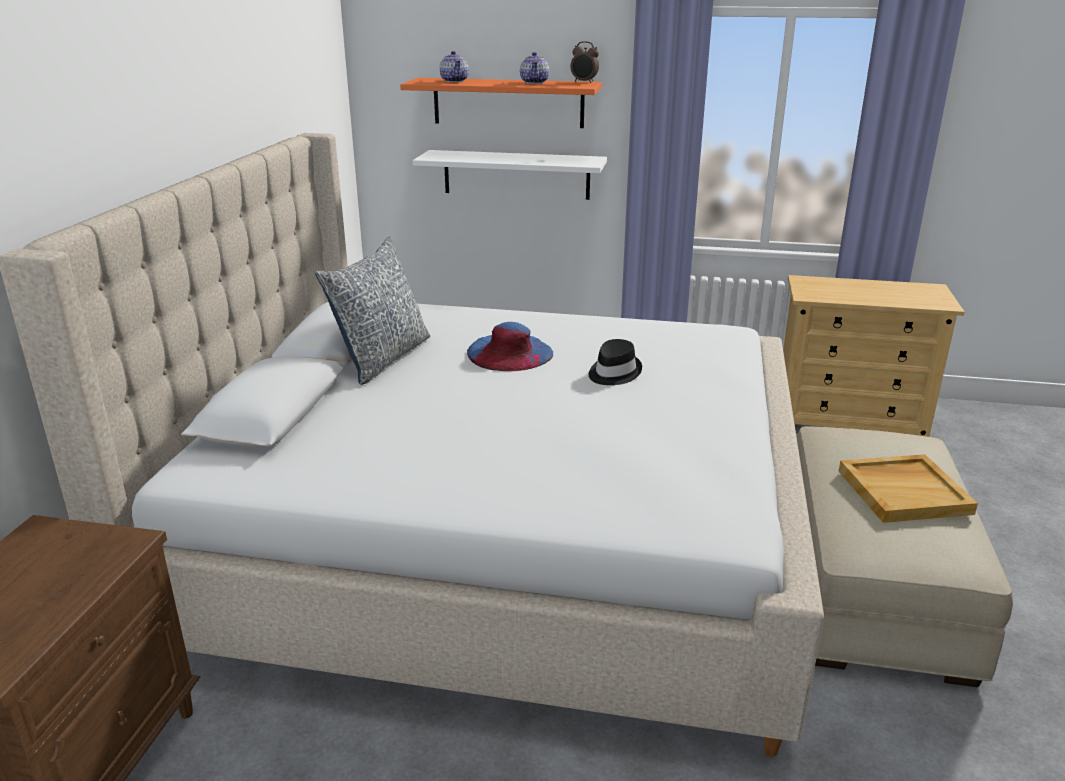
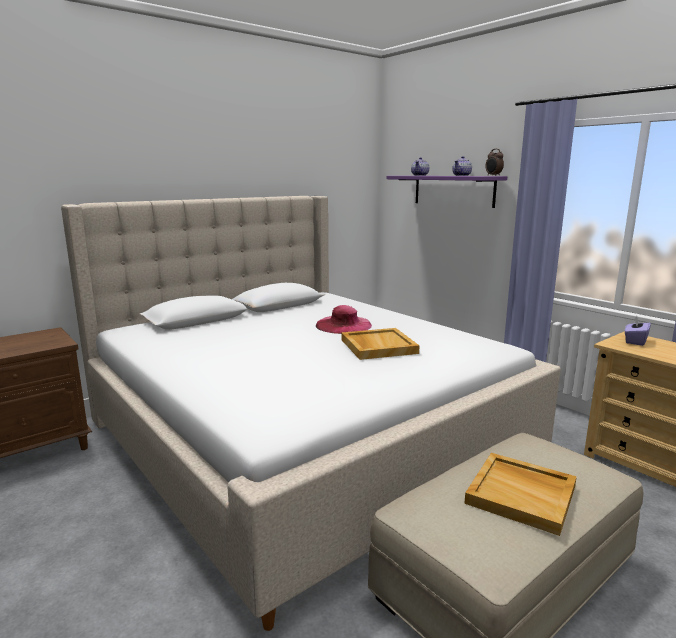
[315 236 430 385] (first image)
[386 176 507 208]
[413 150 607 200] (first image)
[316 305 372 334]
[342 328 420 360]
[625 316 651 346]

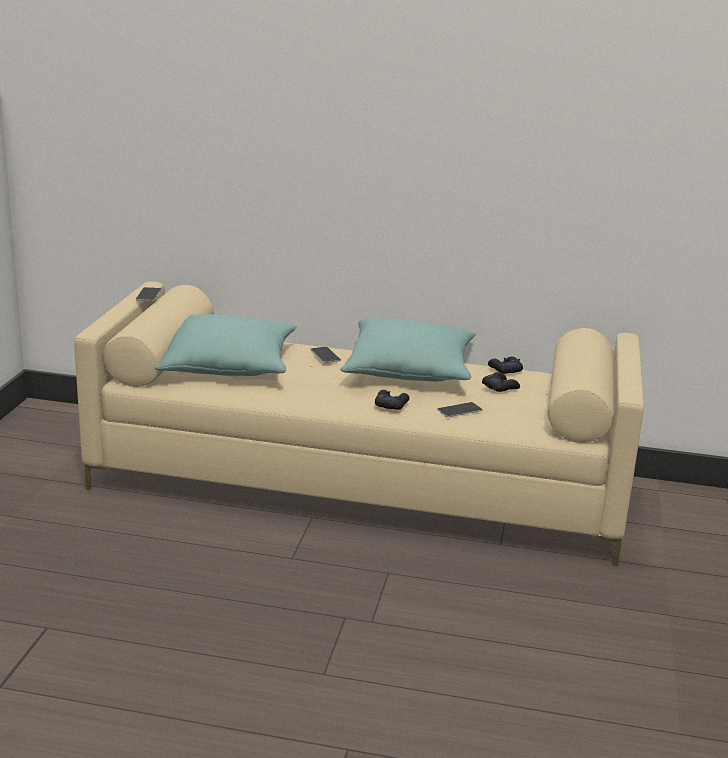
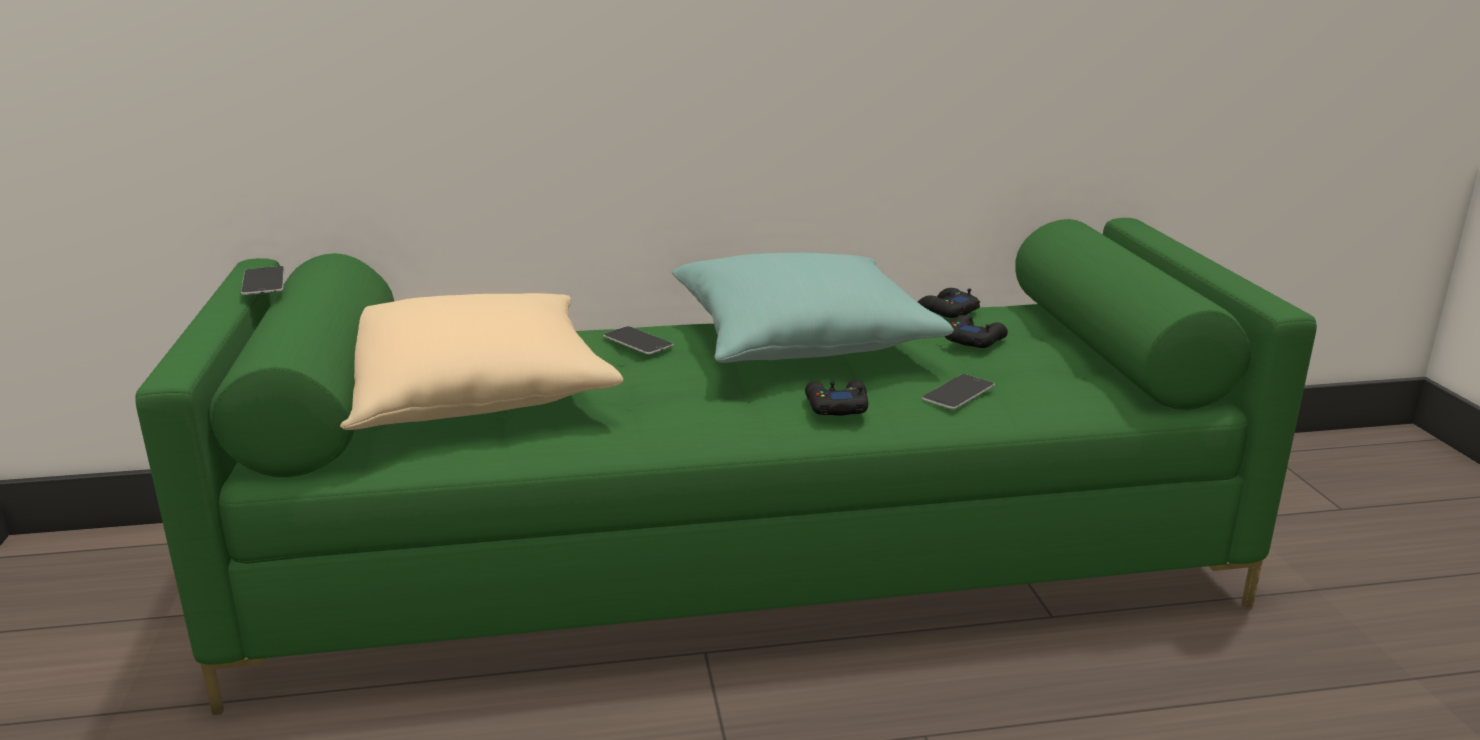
[135 218 1317 715]
[340 293 624 430]

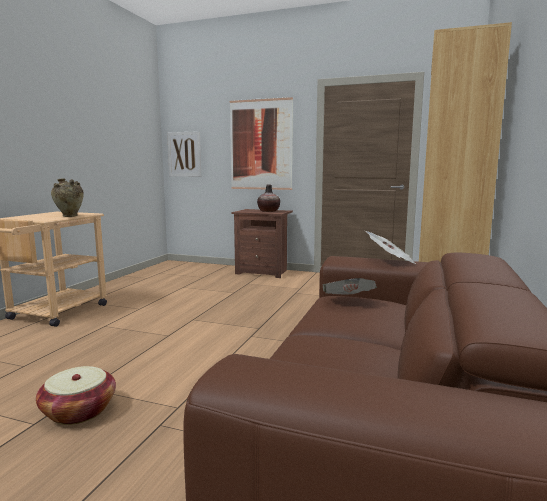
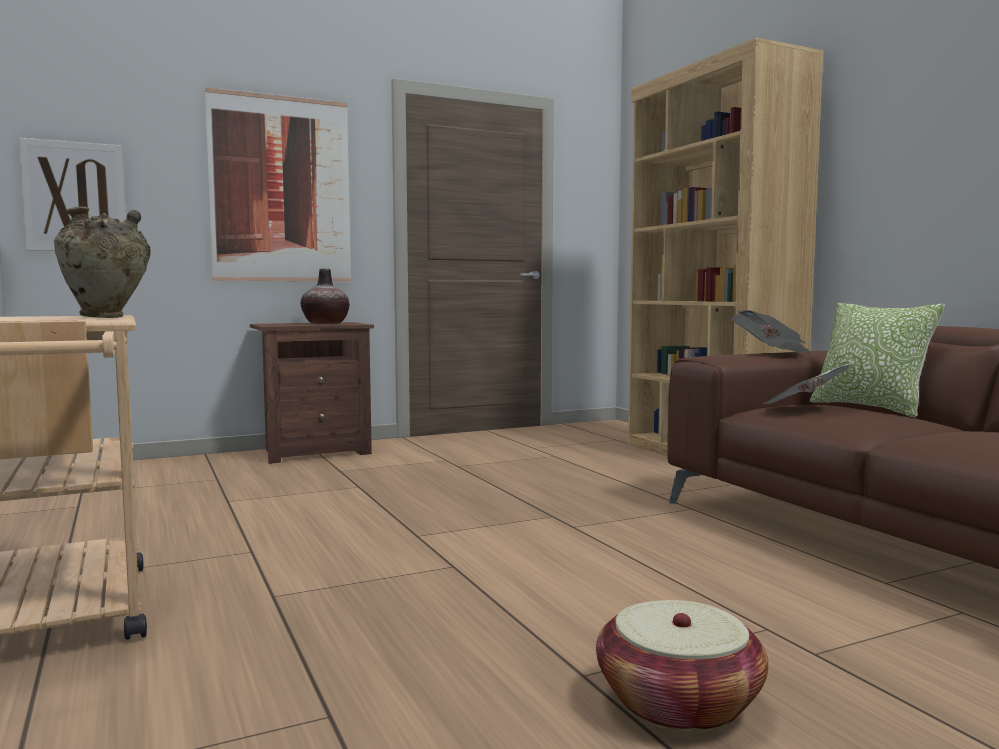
[810 303 945 418]

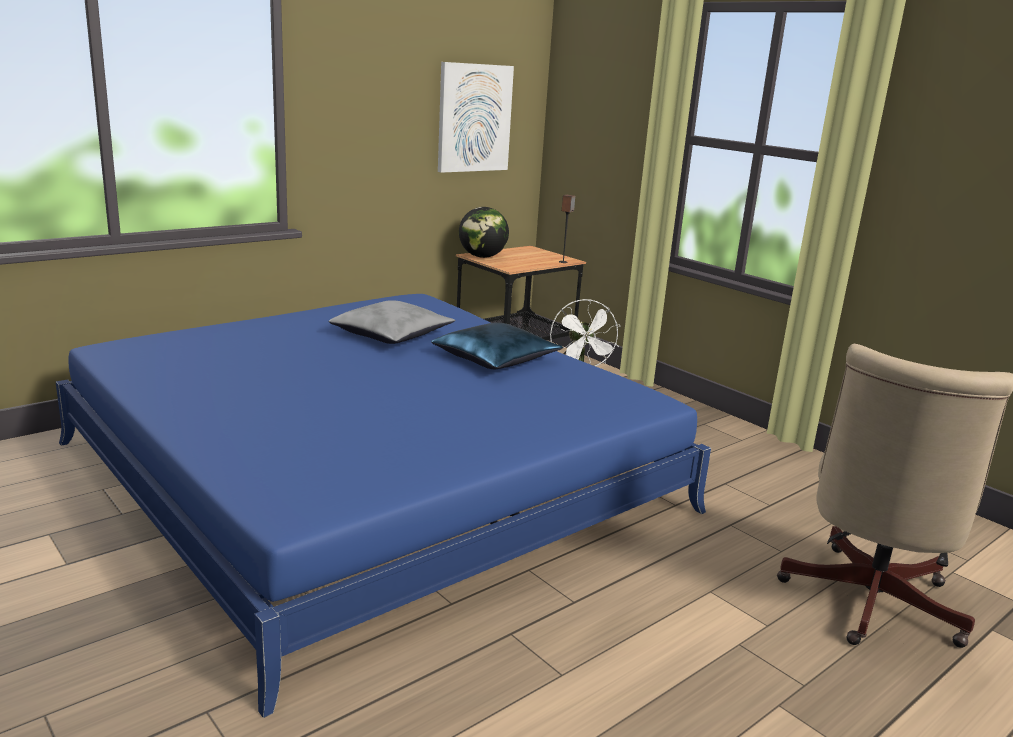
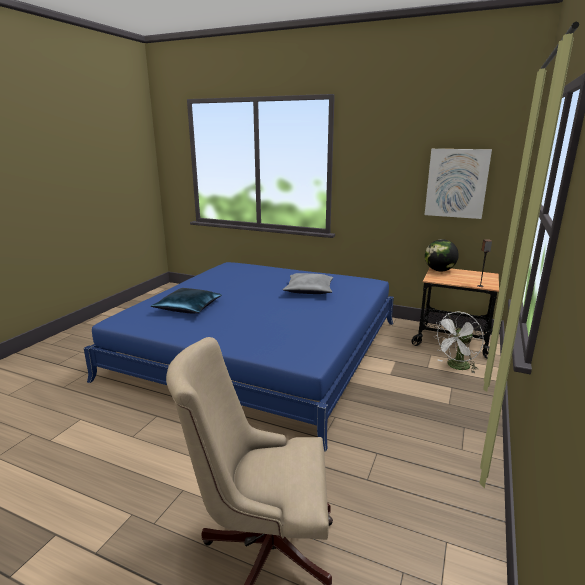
[151 288 222 314]

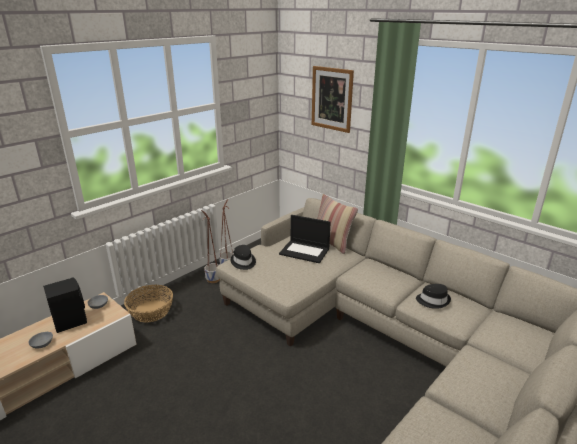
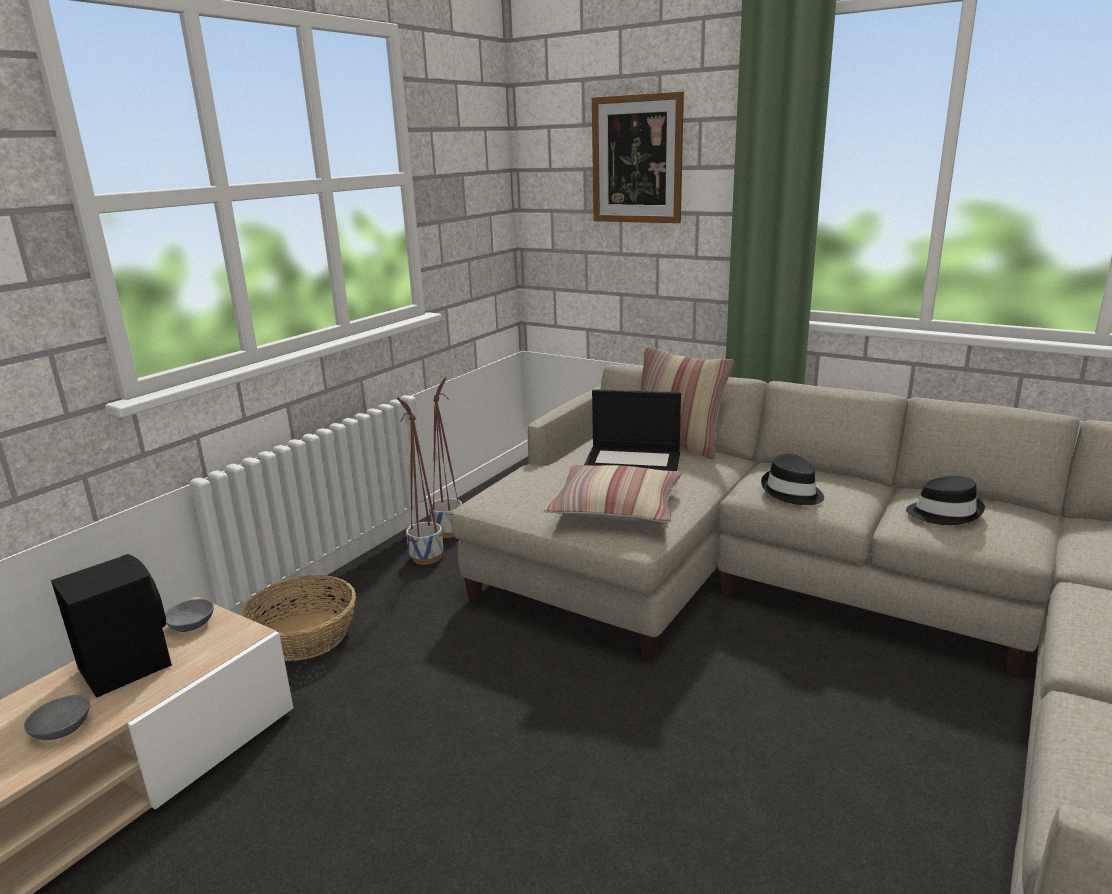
[761 453 824 505]
[544 464 682 523]

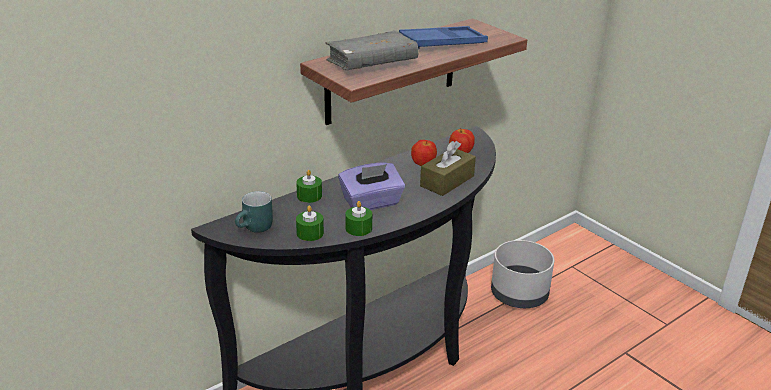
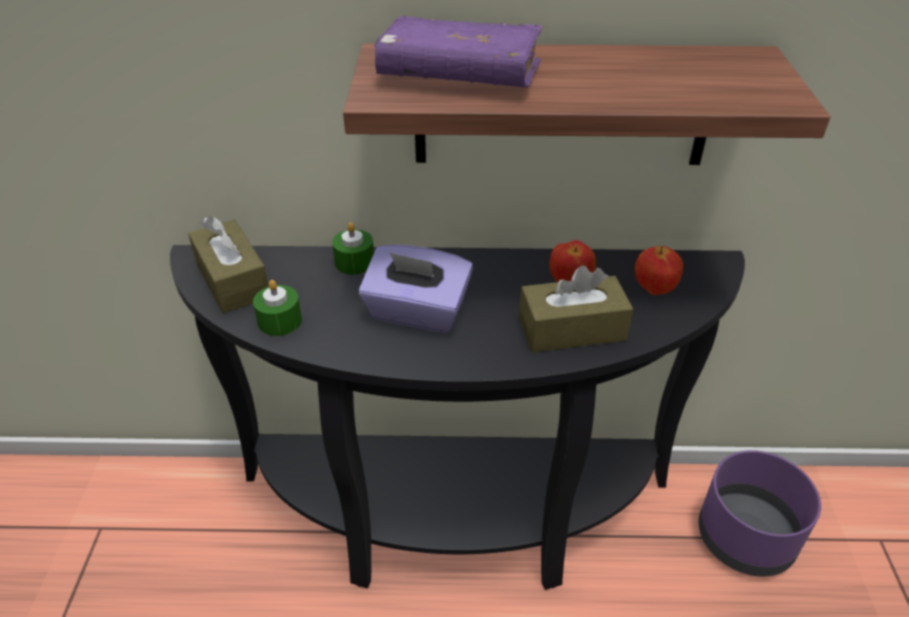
[188 216 269 313]
[374 16 542 87]
[345 201 372 236] (first image)
[399 26 488 49] (first image)
[699 450 821 577]

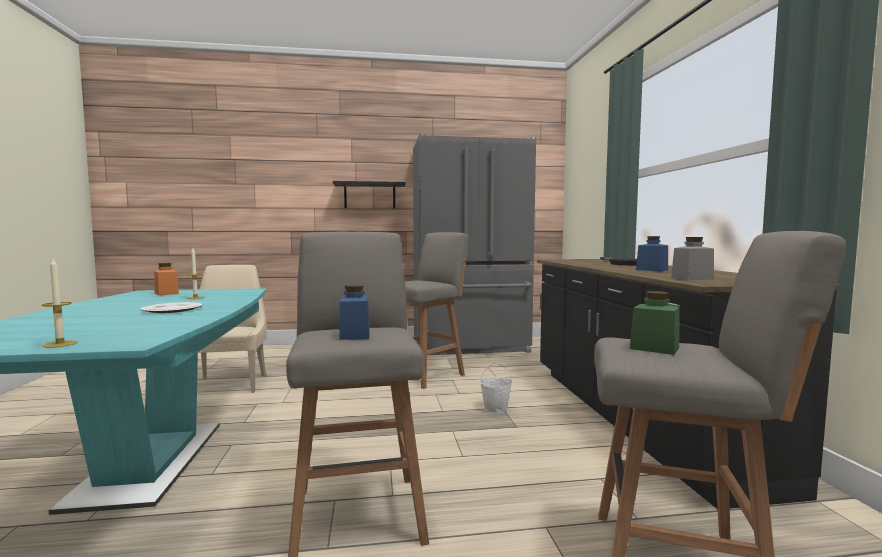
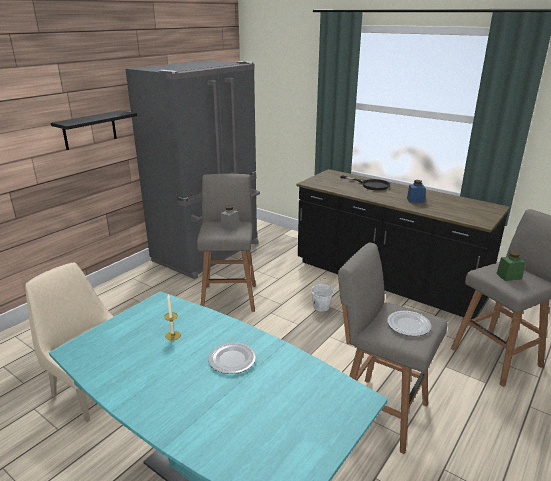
[42 259 77 348] (first image)
[154 263 179 296] (first image)
[387 311 431 336]
[221 206 239 230]

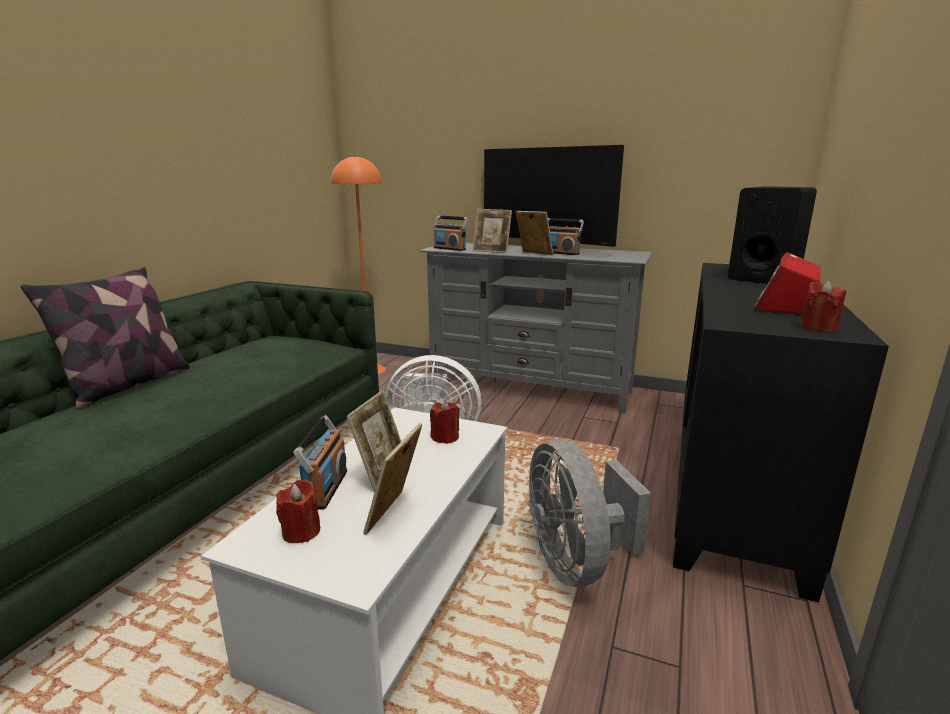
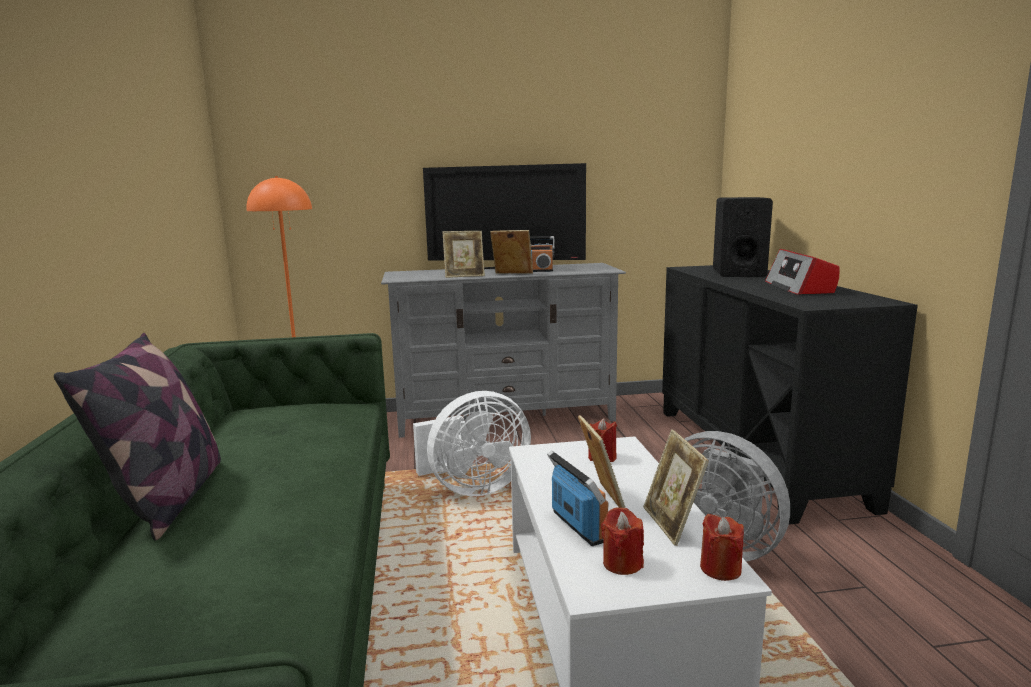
[434 216 468 251] (first image)
[700 514 744 581]

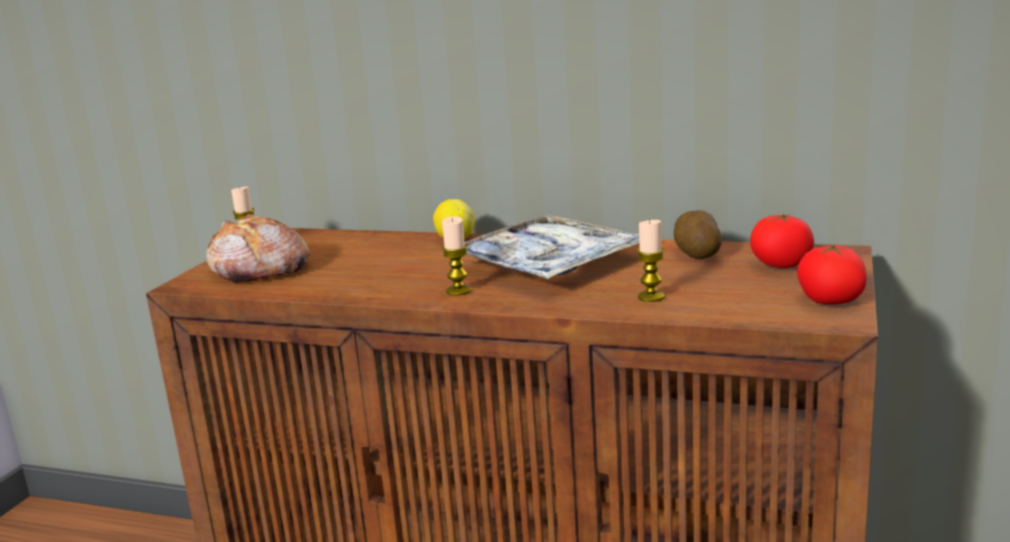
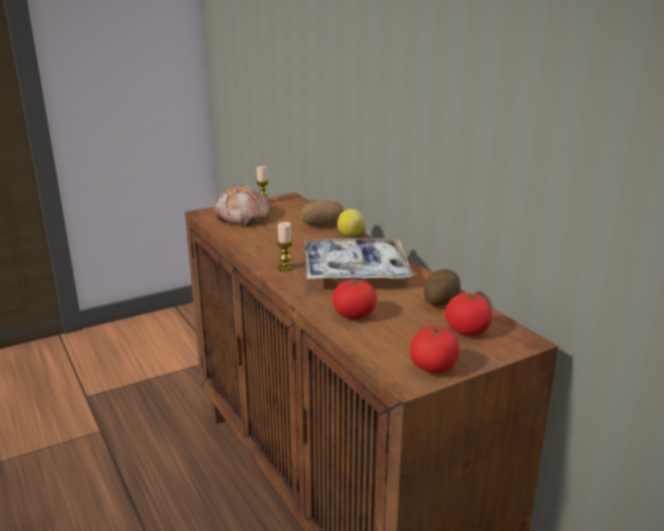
[333 279 377 320]
[301 200 344 226]

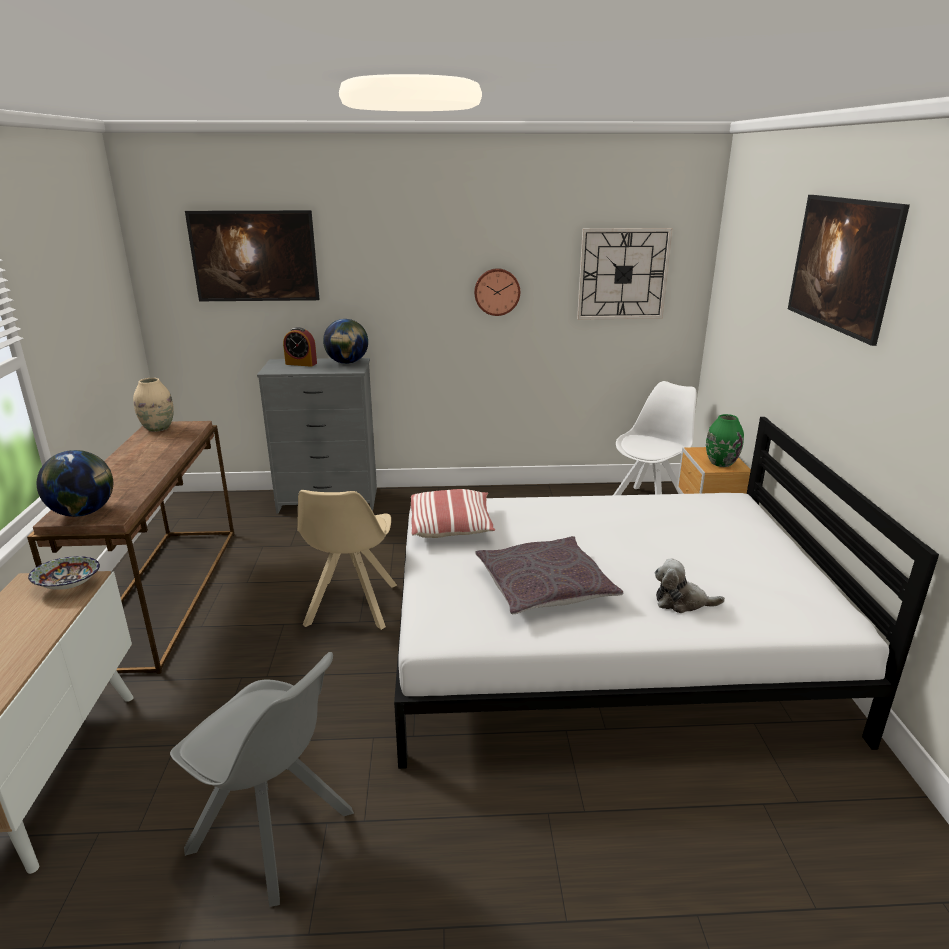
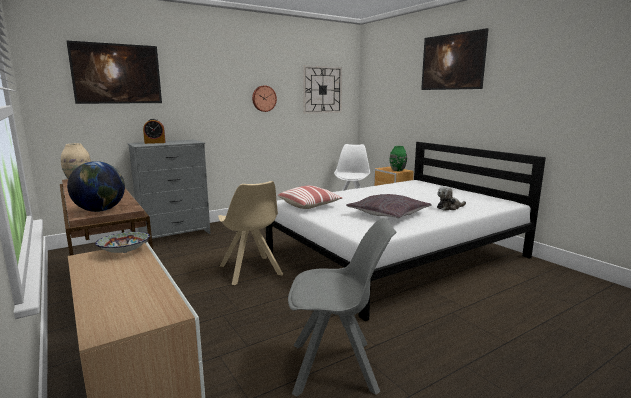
[323 319 368 364] (first image)

